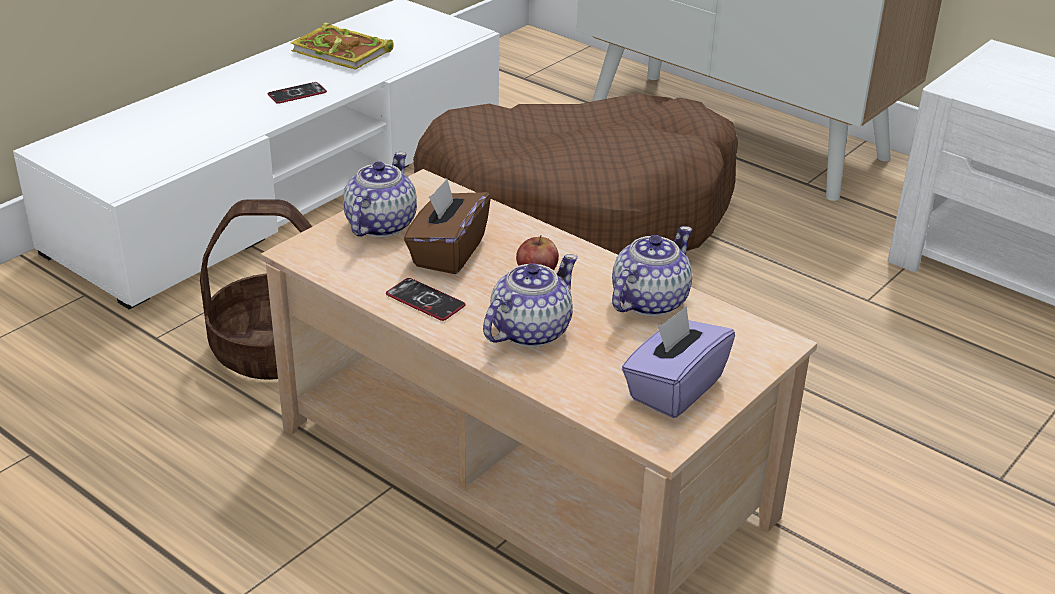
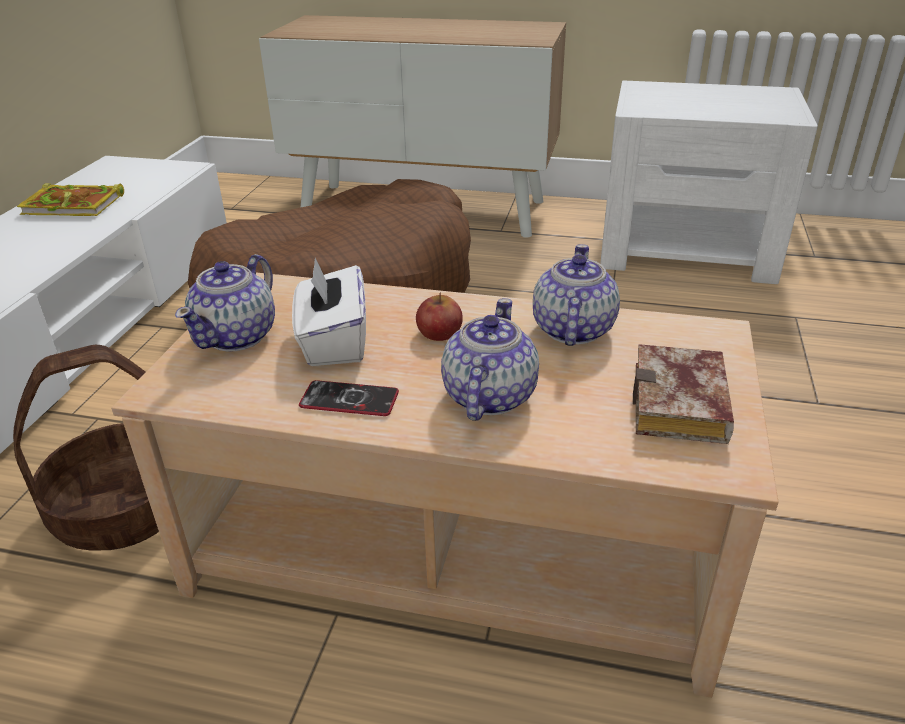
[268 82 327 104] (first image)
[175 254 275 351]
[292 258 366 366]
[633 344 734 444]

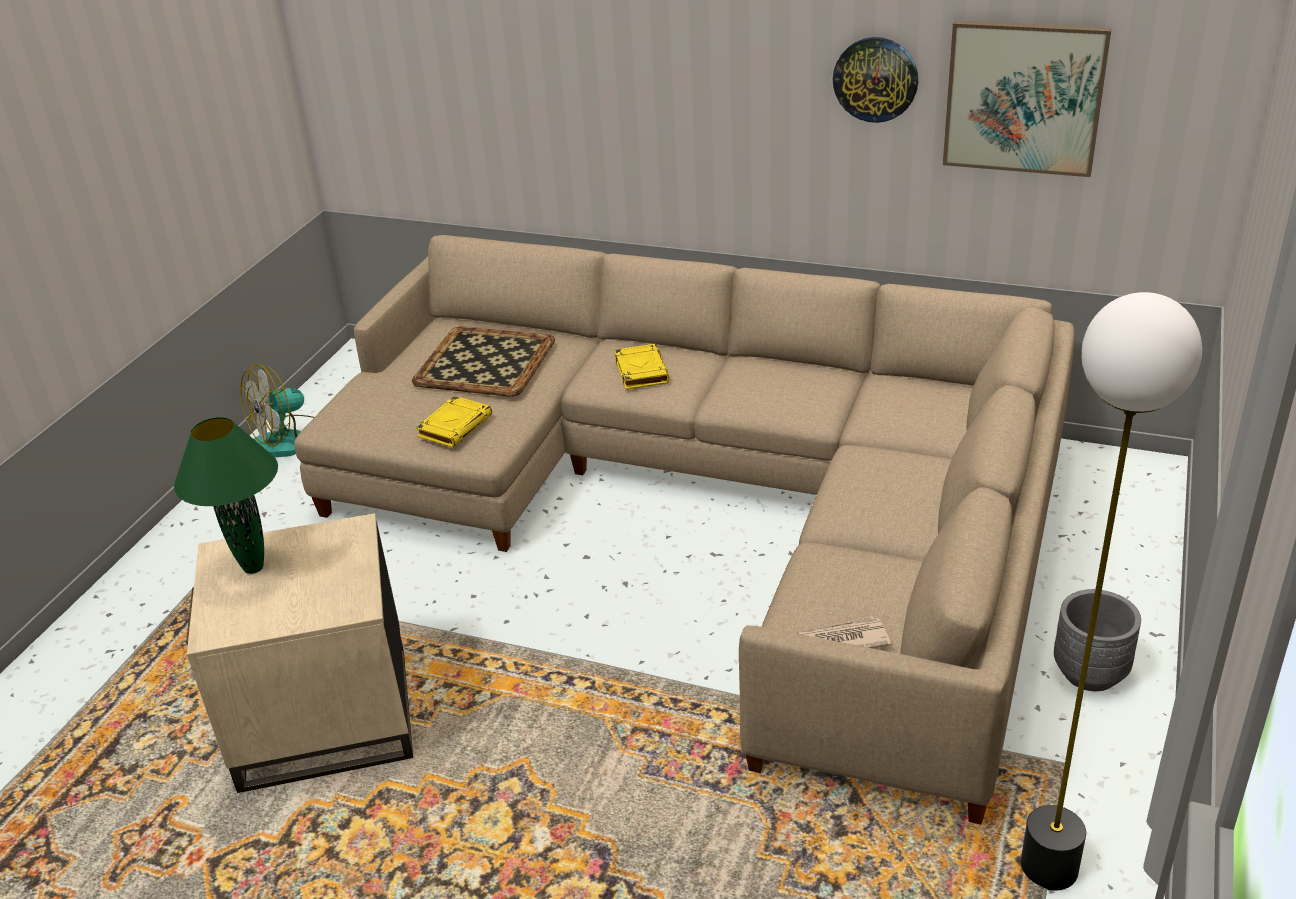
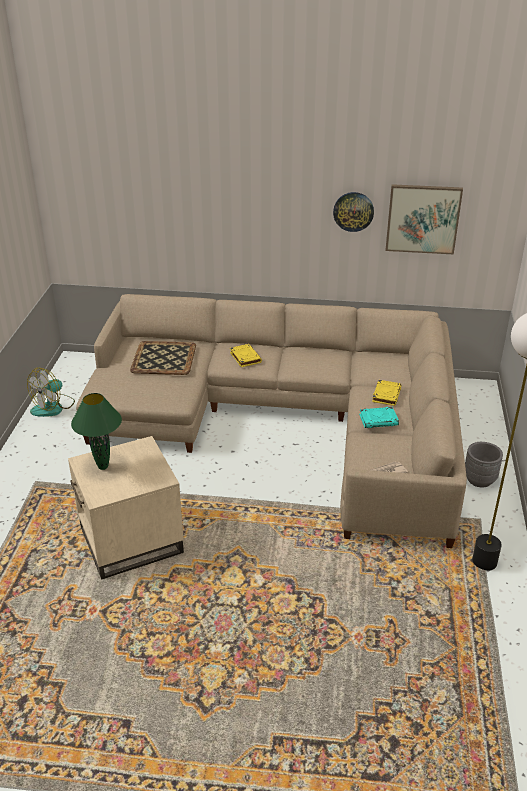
[372 380 402 406]
[359 407 399 428]

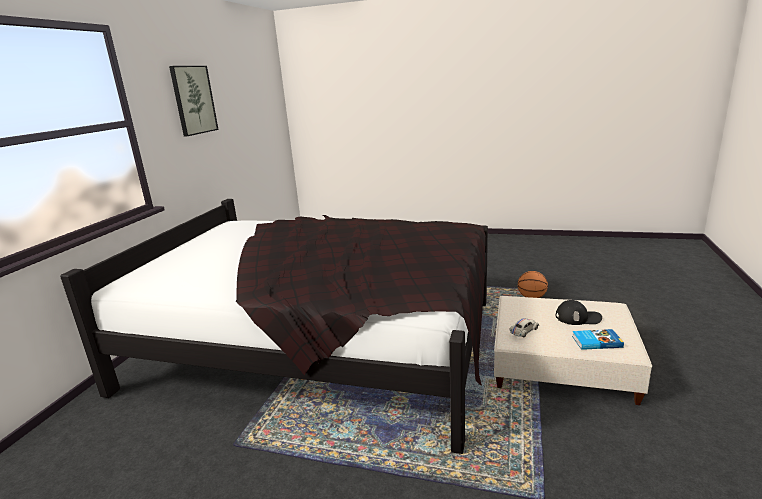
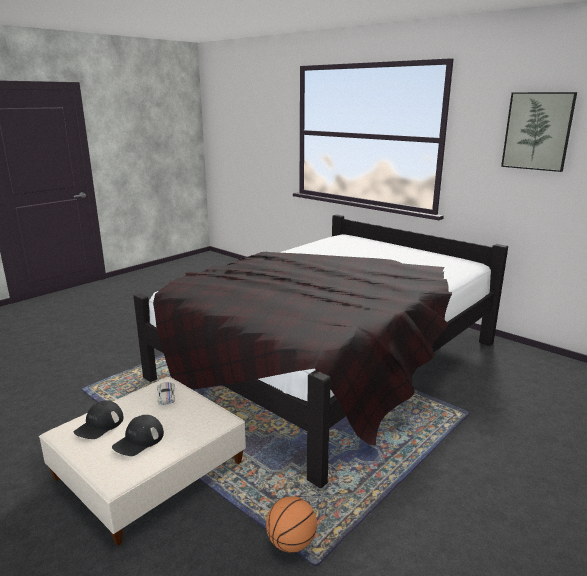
[74 400 124 439]

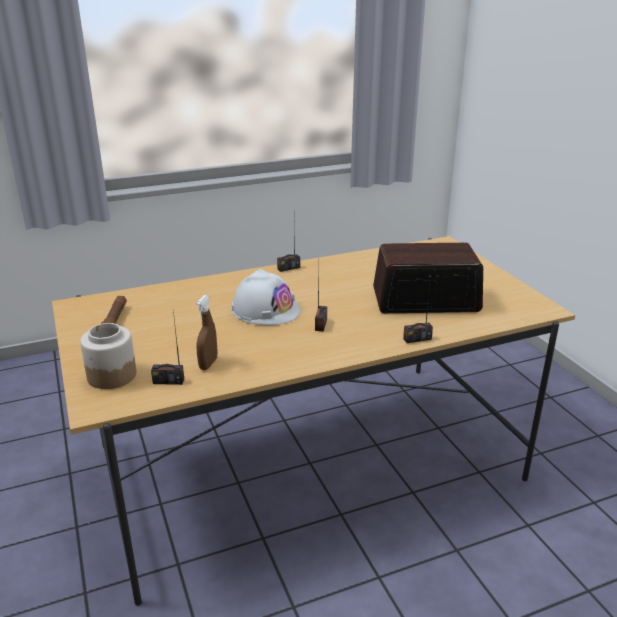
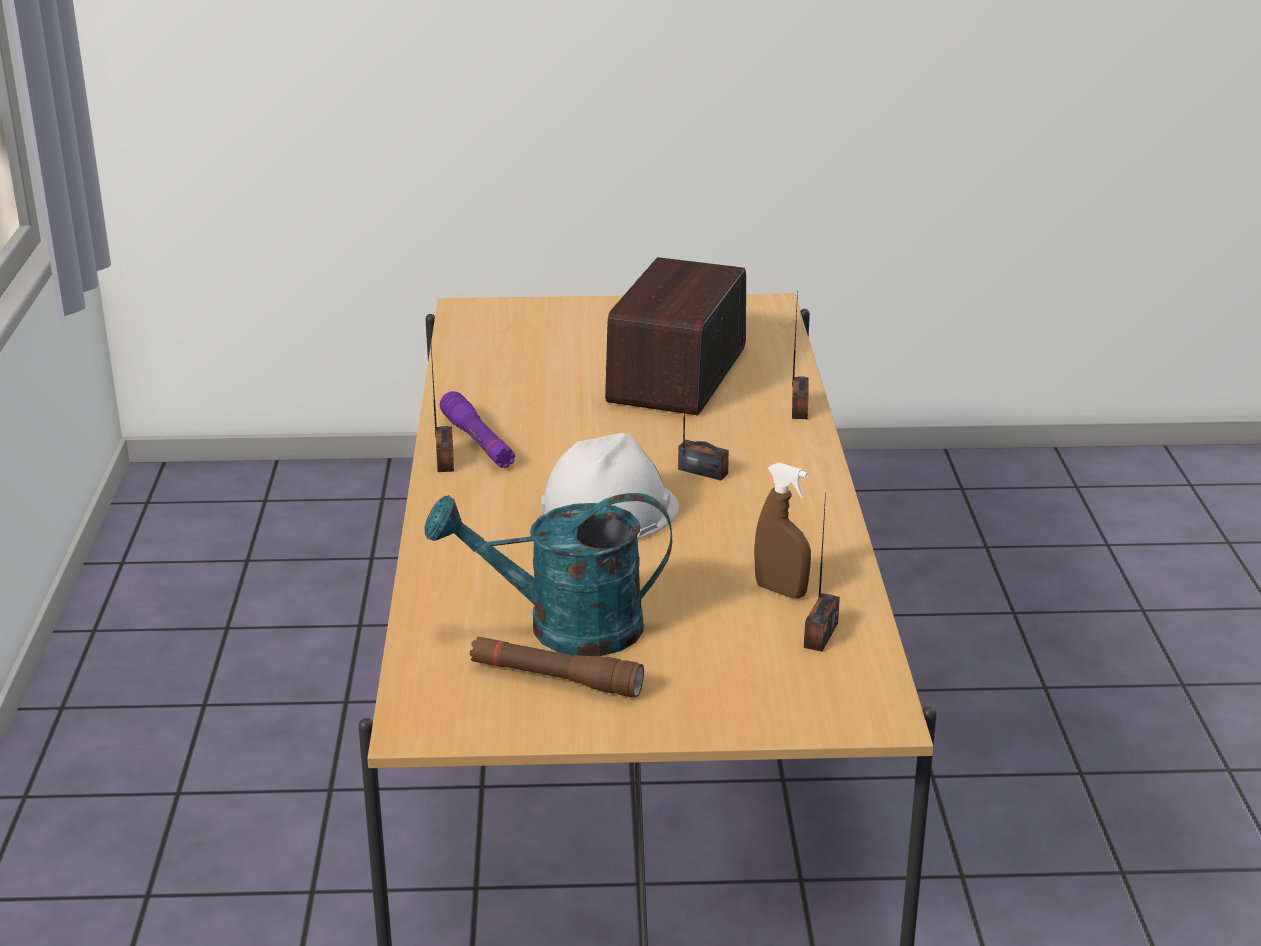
[80 323 136 389] (first image)
[425 493 672 656]
[439 391 515 468]

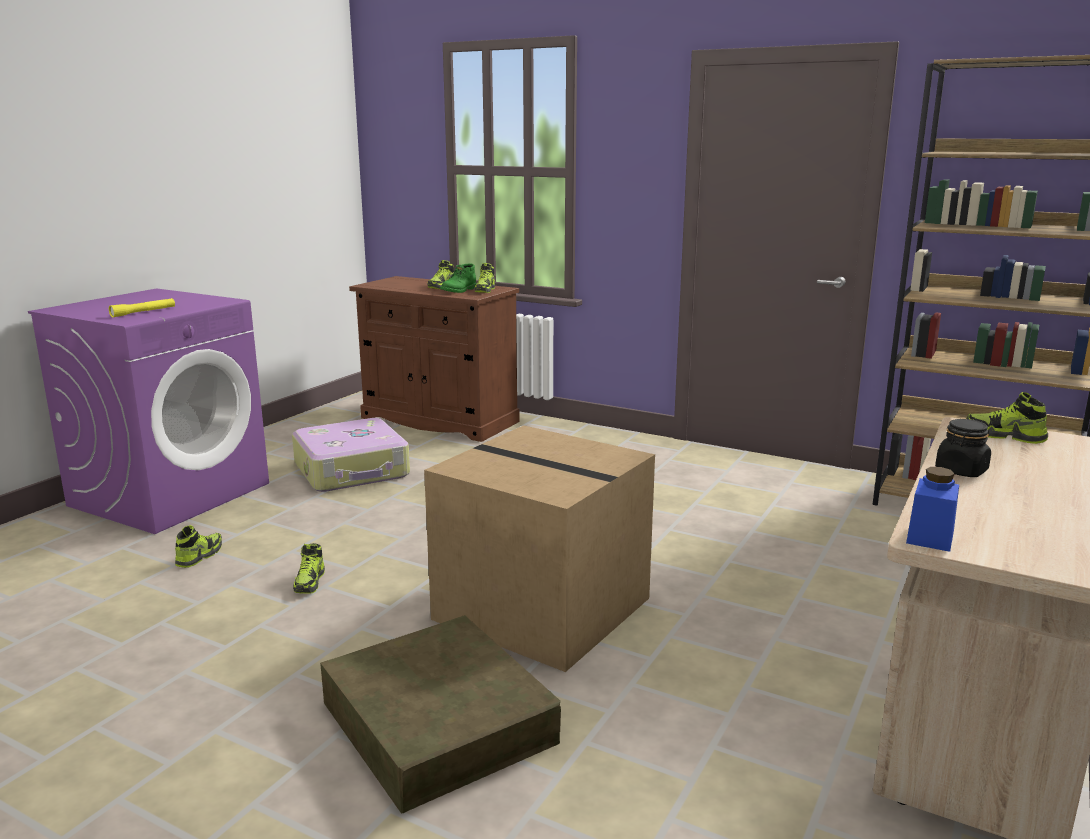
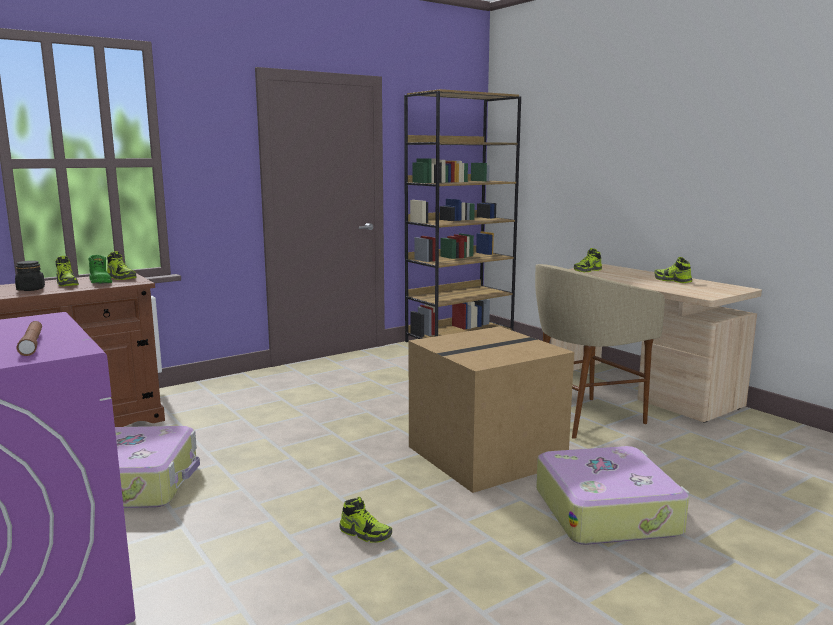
[17 321 42 356]
[655 257 692 283]
[536 446 689 545]
[906 467 959 552] (first image)
[15 261 45 291]
[535 264 665 439]

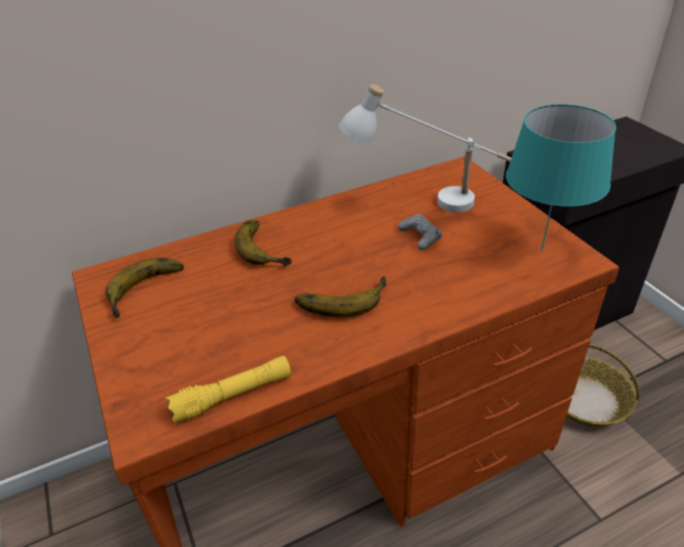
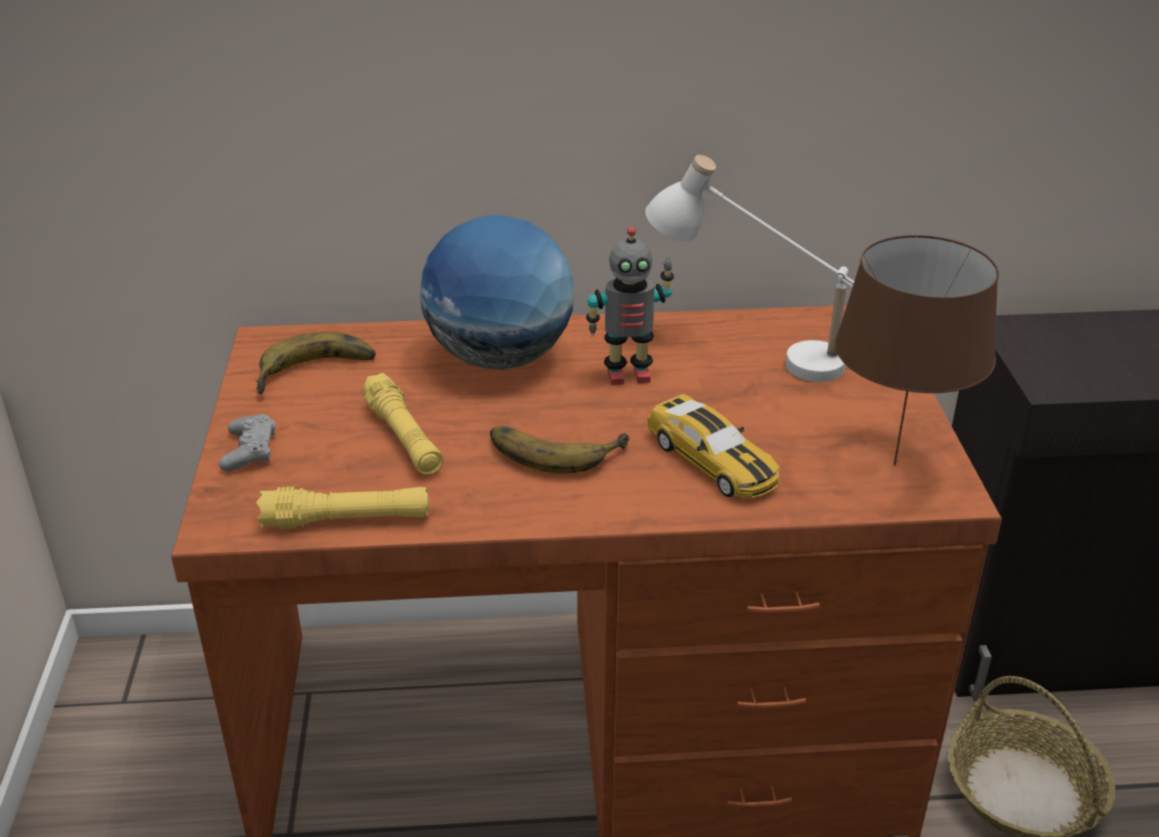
[420 215 574 370]
[219 414 276 471]
[835 235 999 466]
[362 373 443 475]
[586 227 674 385]
[647 394 779 499]

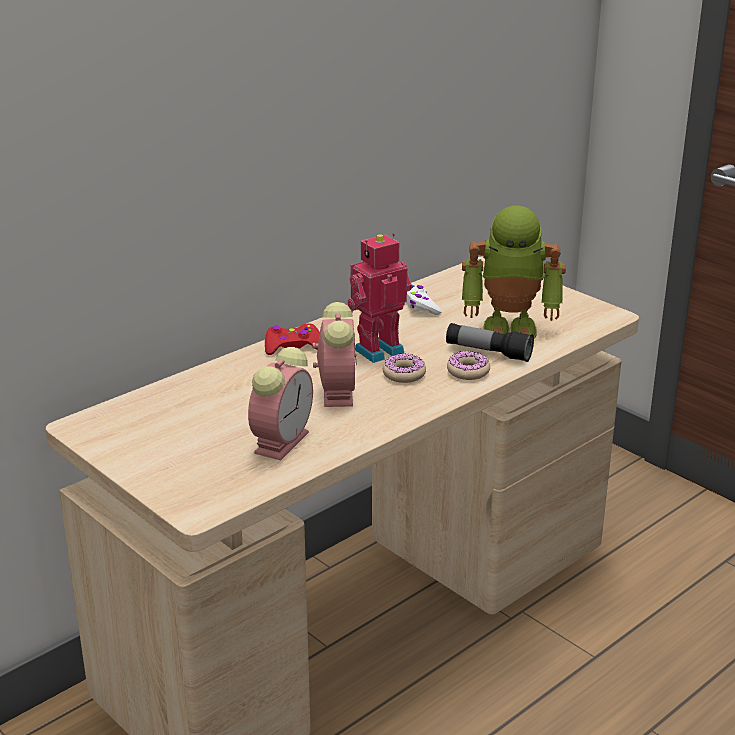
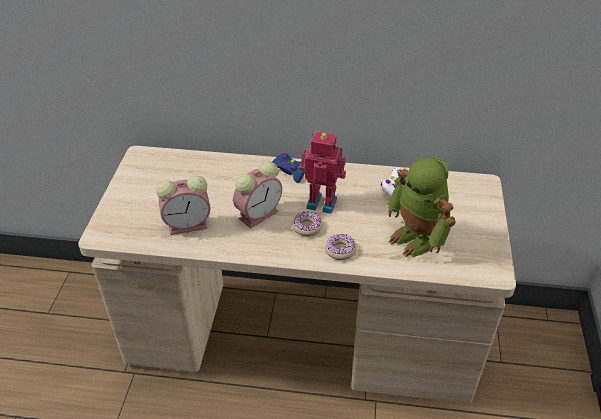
[272 153 305 183]
[446 323 534 362] (first image)

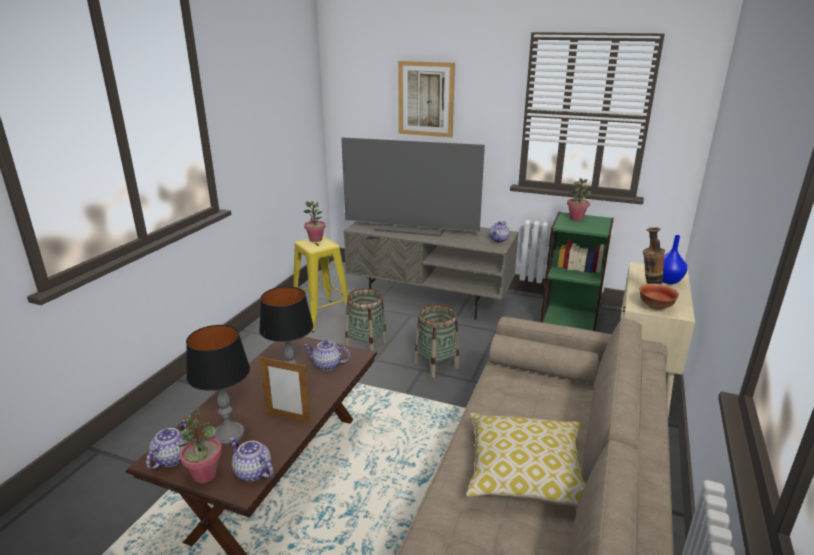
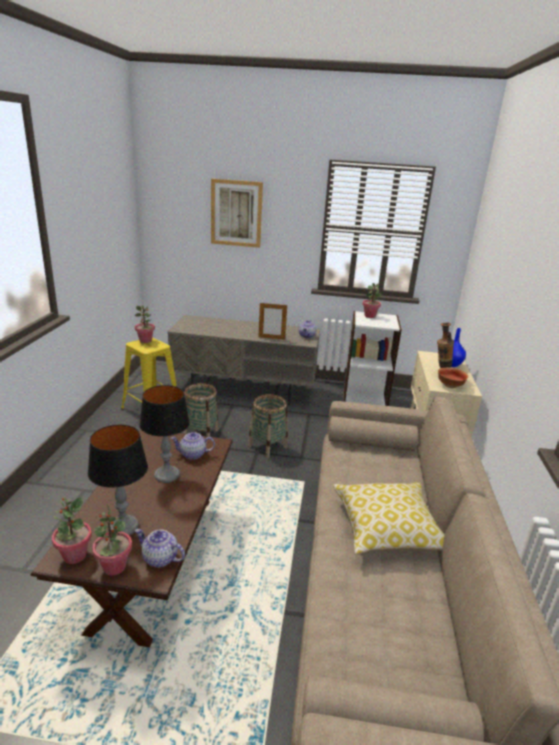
[52 497 92 564]
[258 303 287 340]
[341 137 485 237] (first image)
[343 311 402 406]

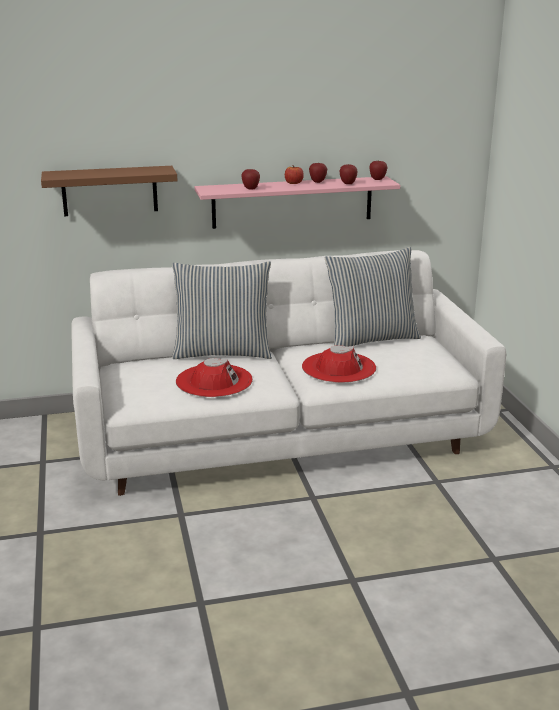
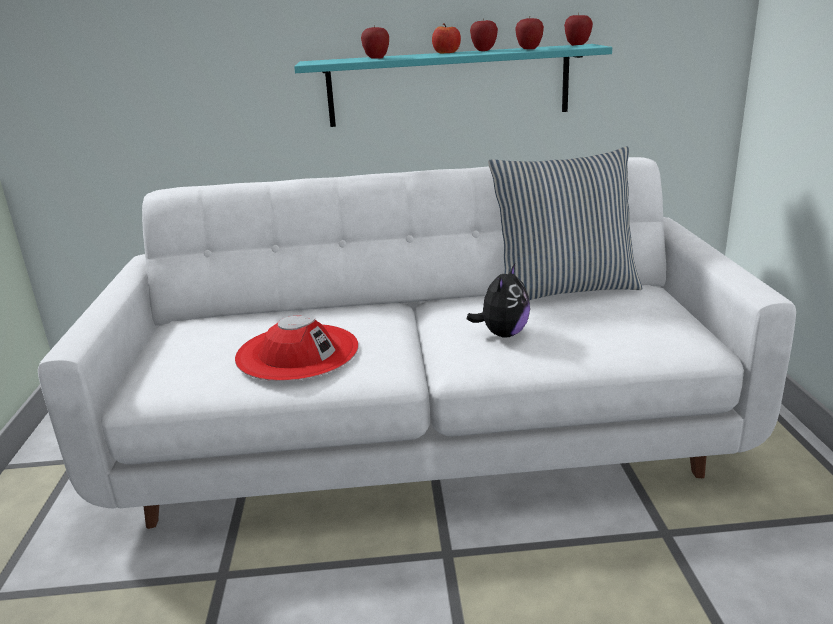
[41 166 178 216] (first image)
[172 261 272 359] (first image)
[294 44 612 127]
[467 264 530 338]

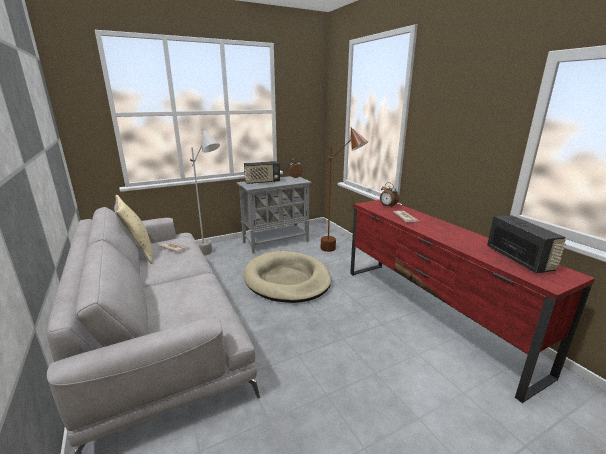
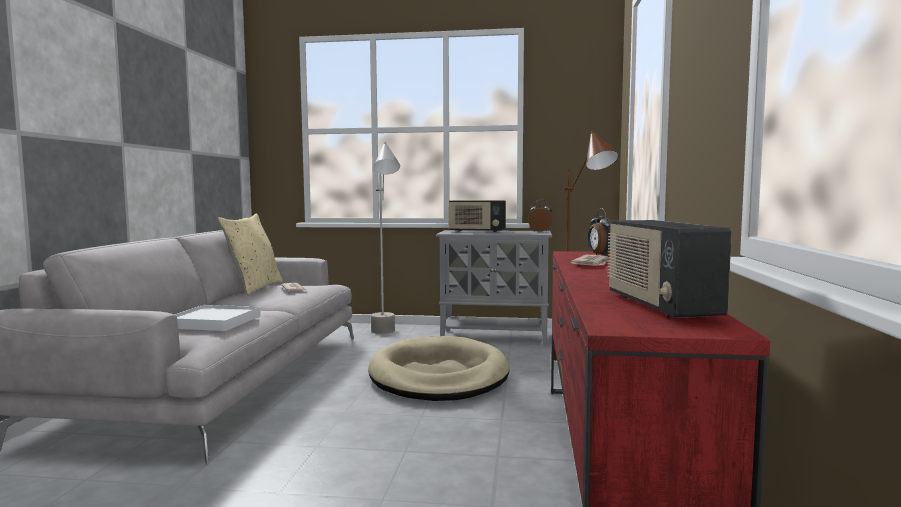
[607 220 732 318]
[174 305 261 331]

